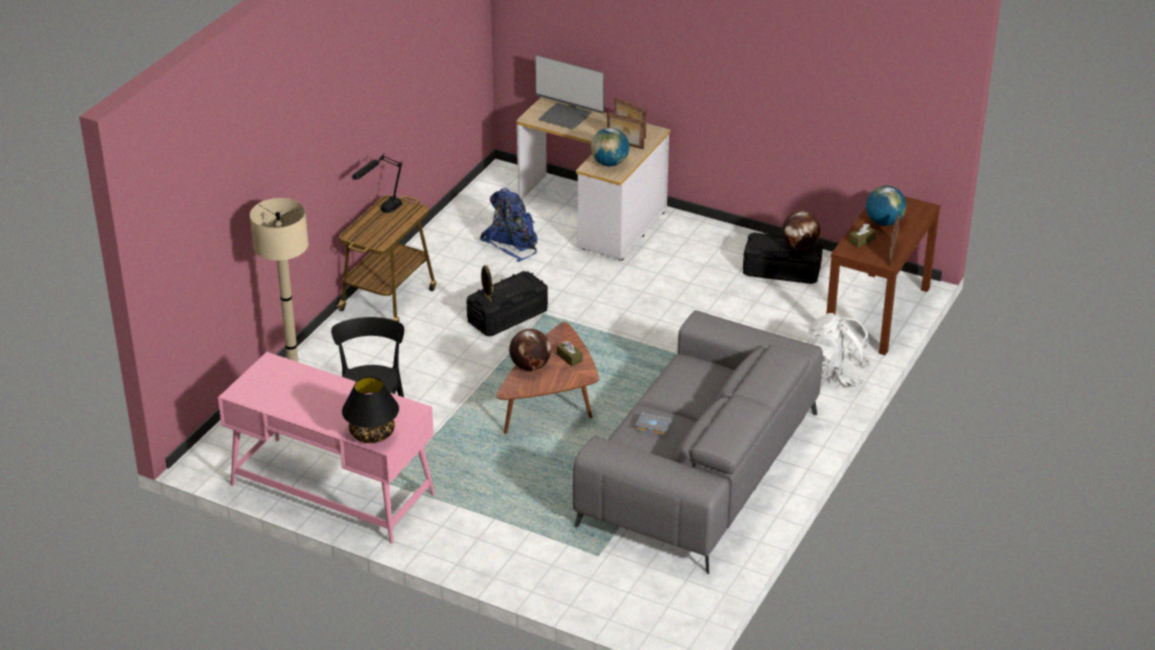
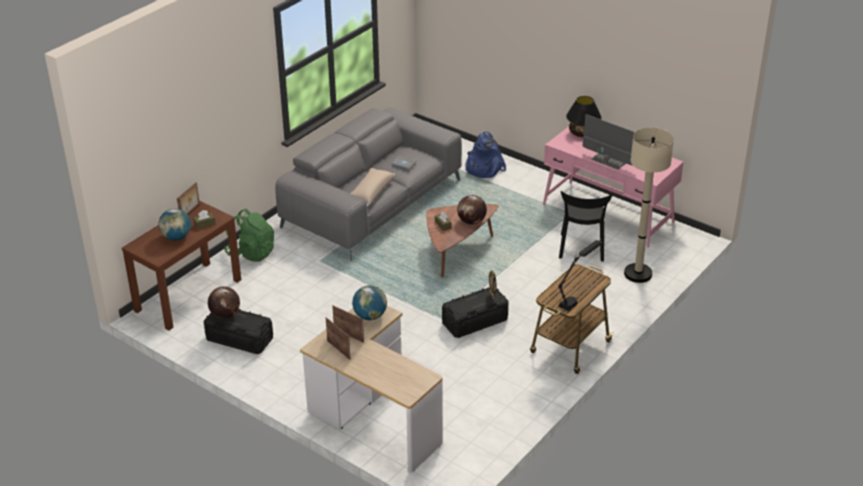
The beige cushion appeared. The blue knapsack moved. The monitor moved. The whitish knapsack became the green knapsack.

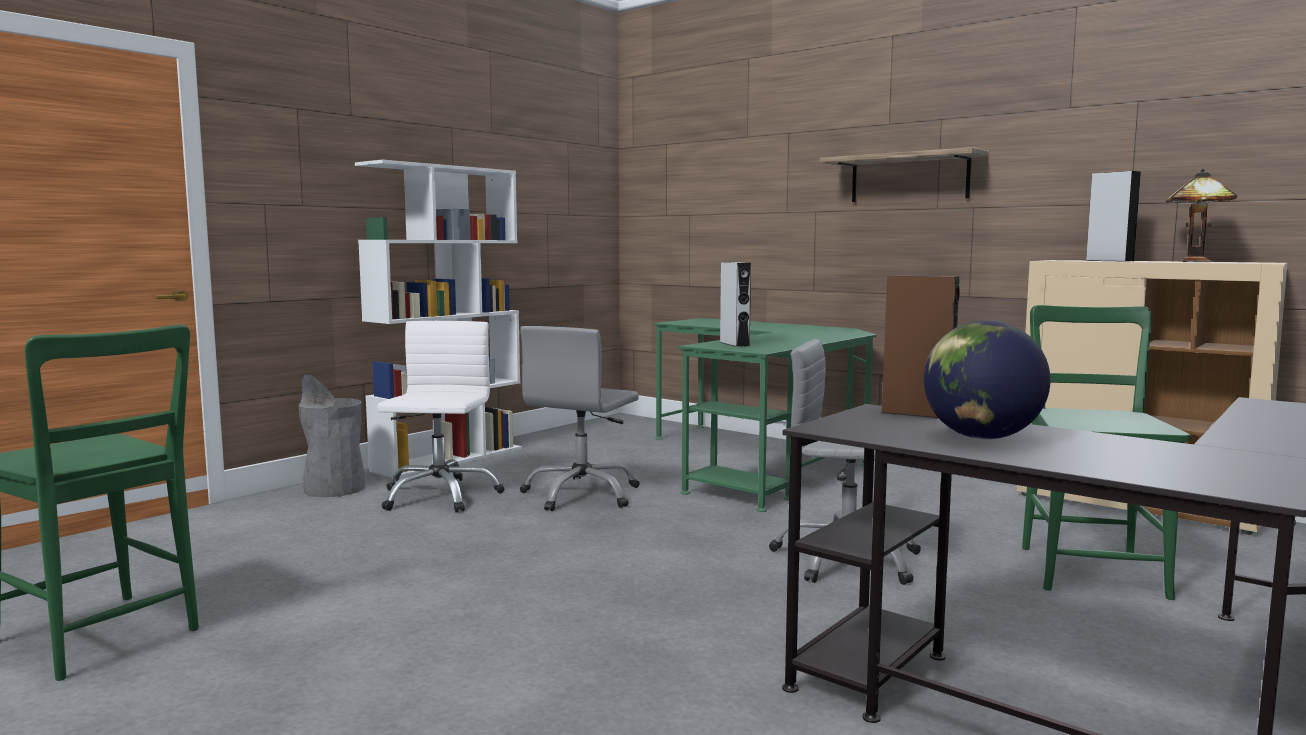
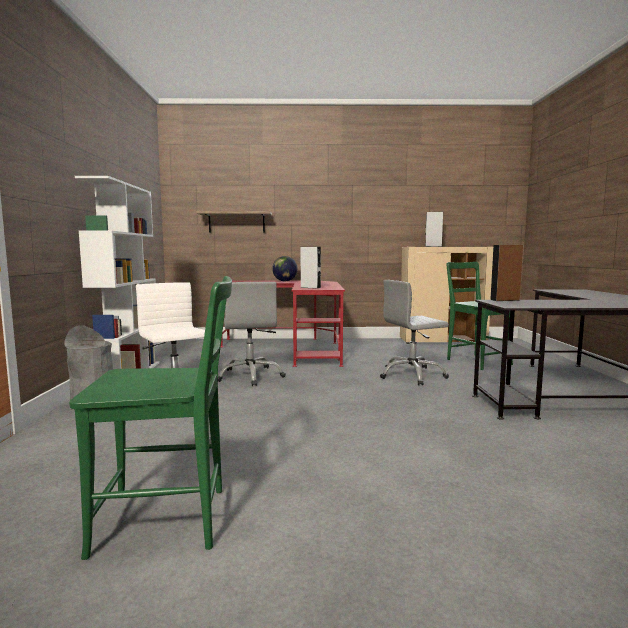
The lamp for a table disappeared. The bracket shelf moved. The desk globe moved. The green desk became the red-coloured desk.

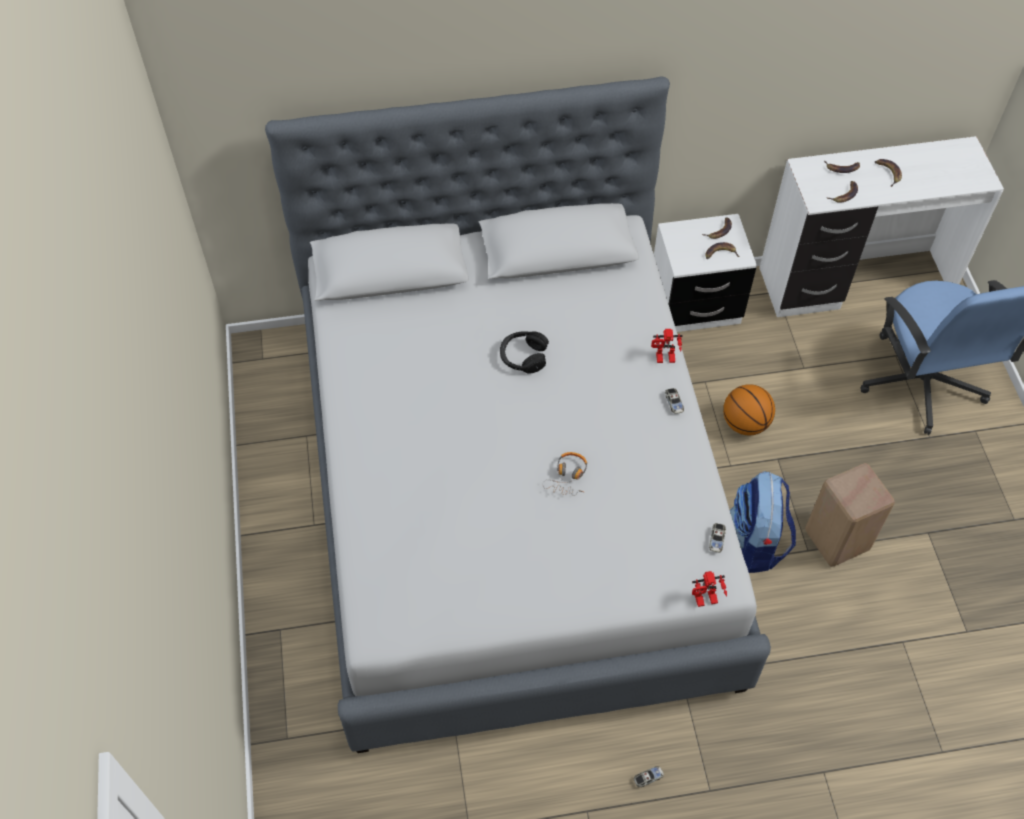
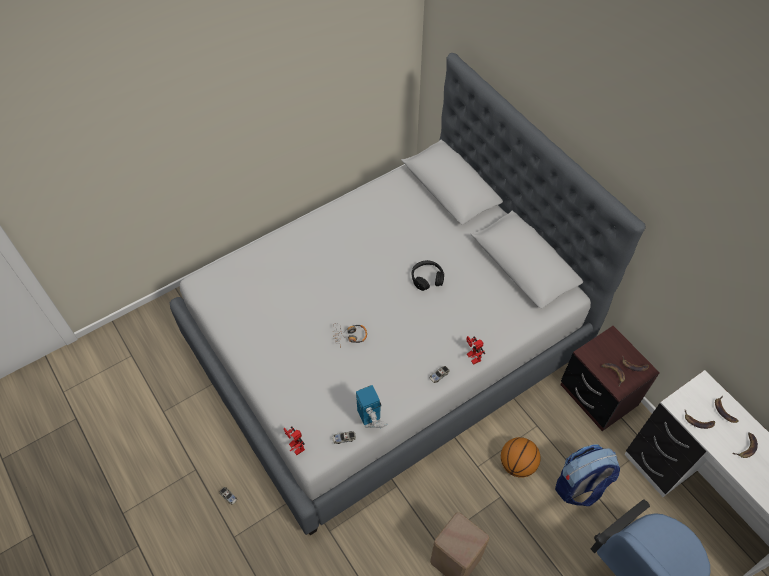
The toy robot (2nd from left) appeared. The knapsack moved. The whitish night table became the brownish night table.

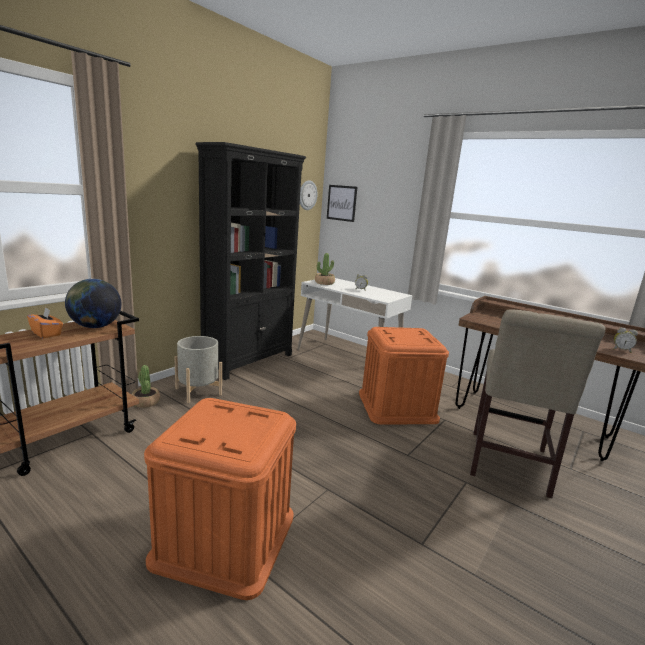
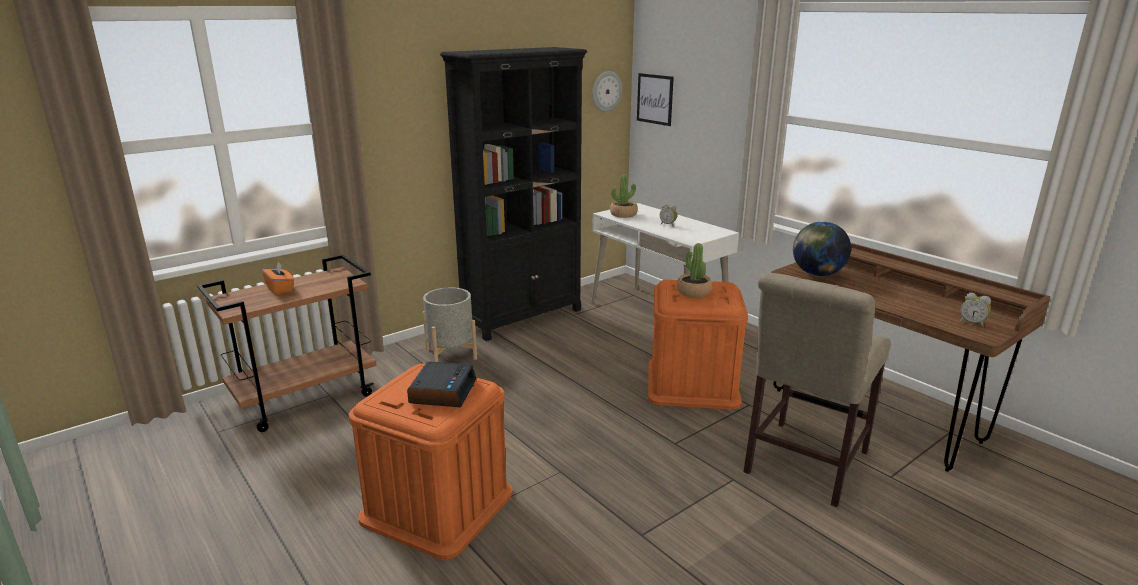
The alarm clock (1st from left) appeared. The desk globe moved. The plant in a pot (1st from left in the first image) moved.

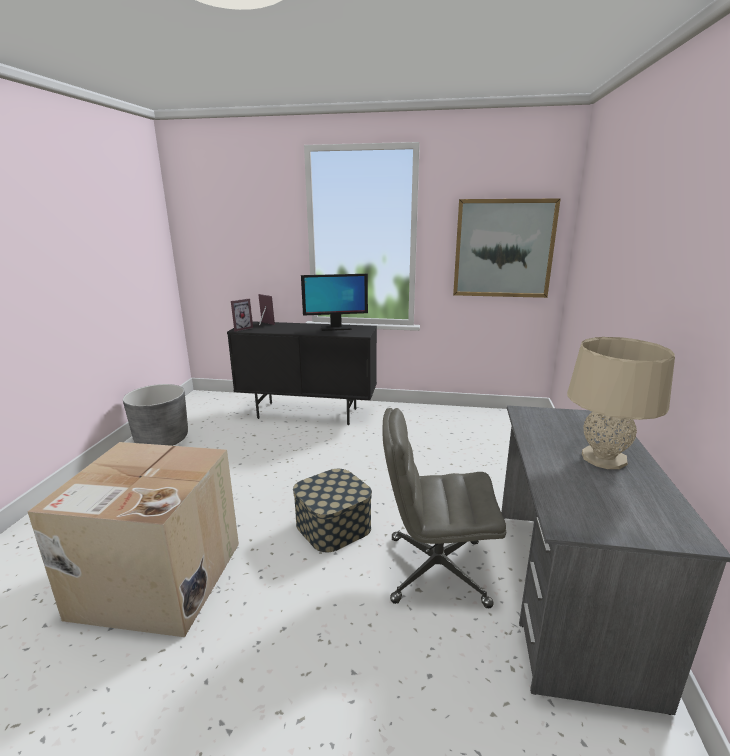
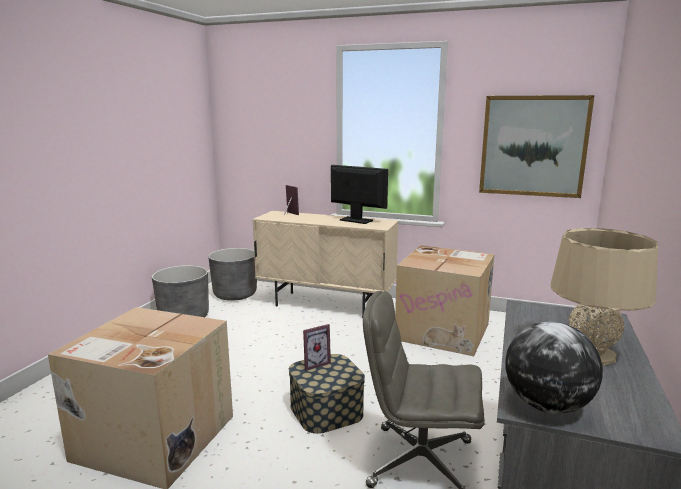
The greyish flower pot (2nd from left) appeared. The cardboard box (2nd from left) appeared. The desk globe appeared. The picture frame (1st from left in the first image) moved. The black-coloured cupboard became the beige cupboard. The monitor turned 150 degrees counterclockwise.

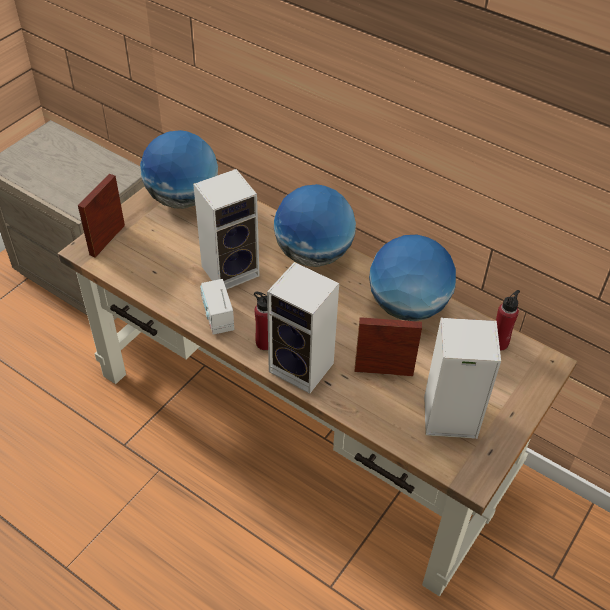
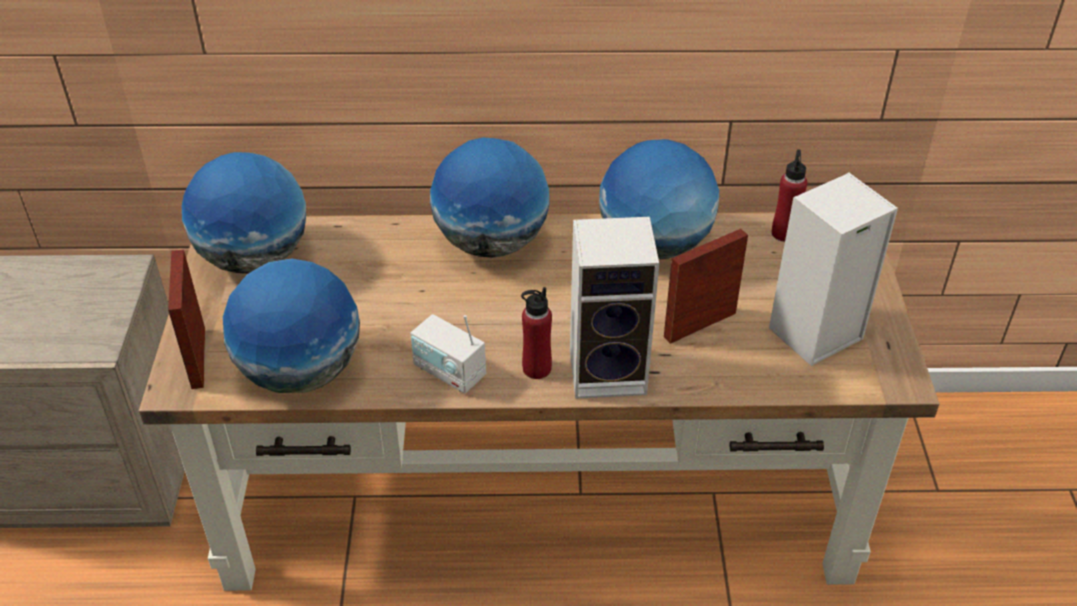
The audio speaker (1st from left) disappeared. The desk globe (2nd from left) appeared.

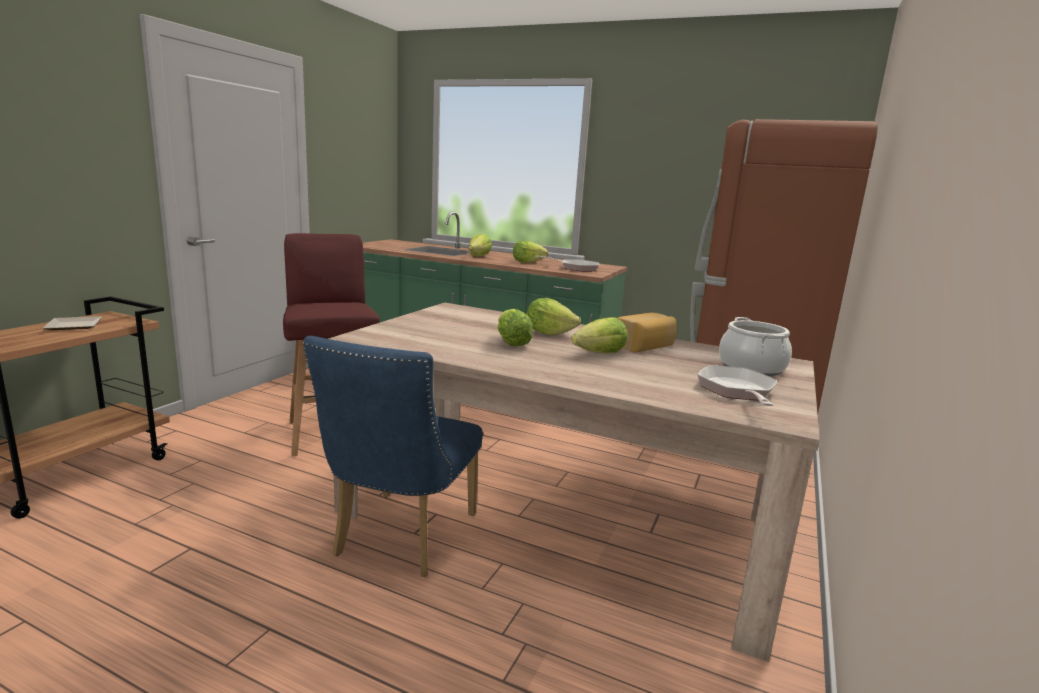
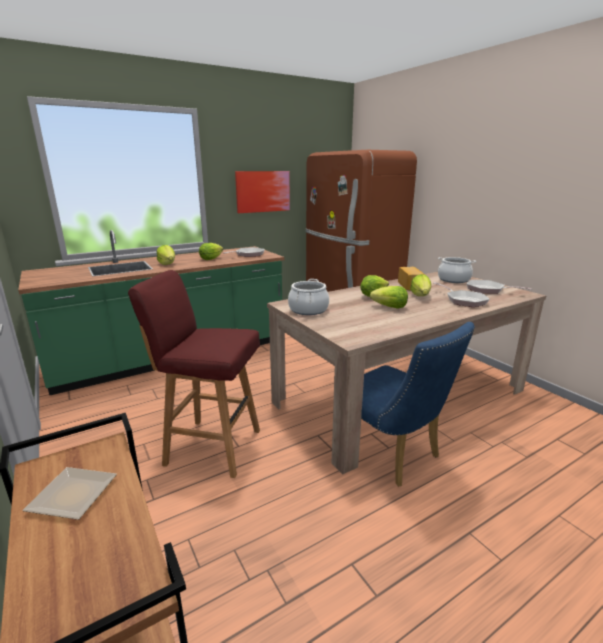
The wall picture appeared. The stockpot (1st from left) appeared. The skillet (2nd from left) appeared.

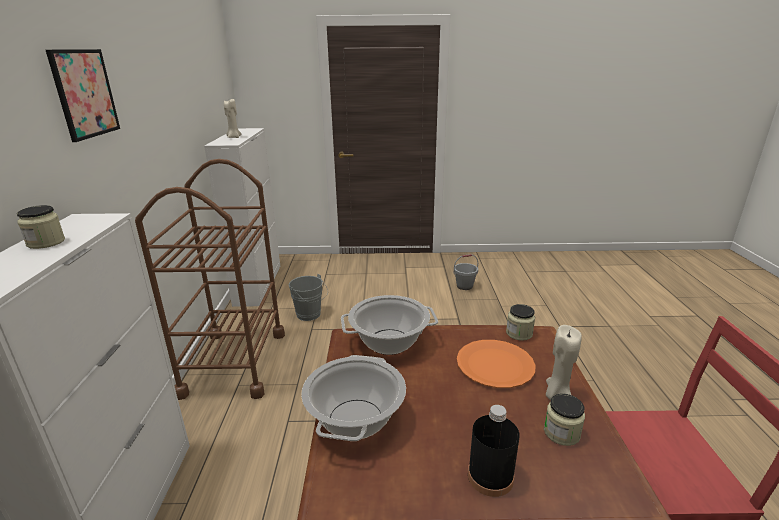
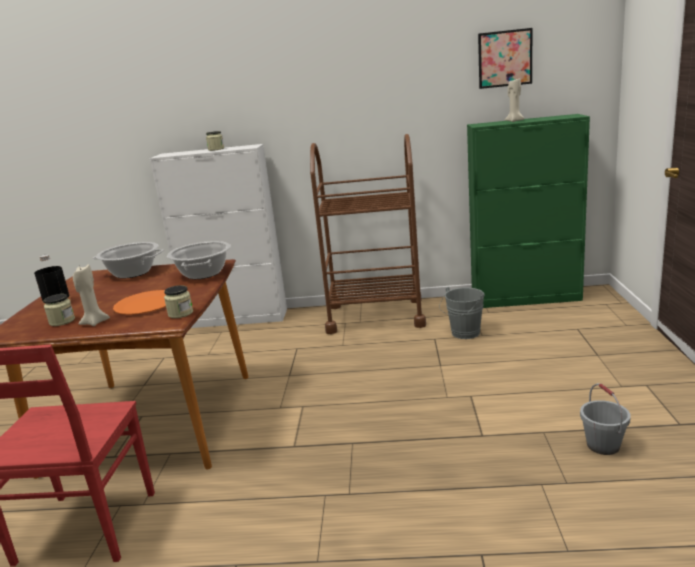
The wall picture moved. The whitish cupboard (2nd from left) became the green cupboard.

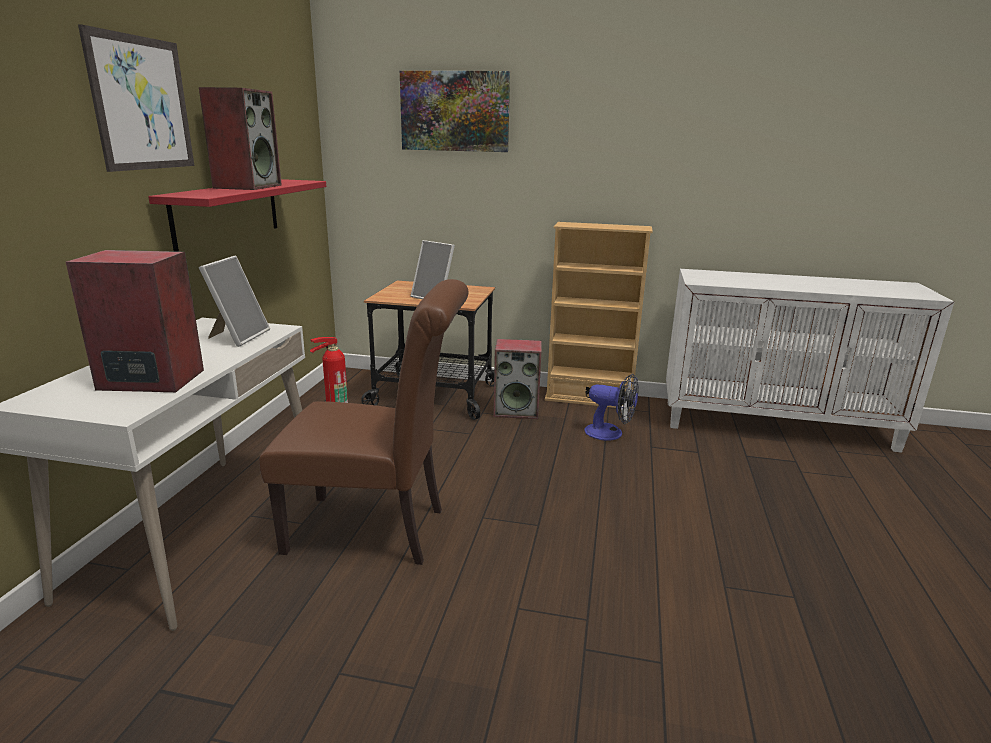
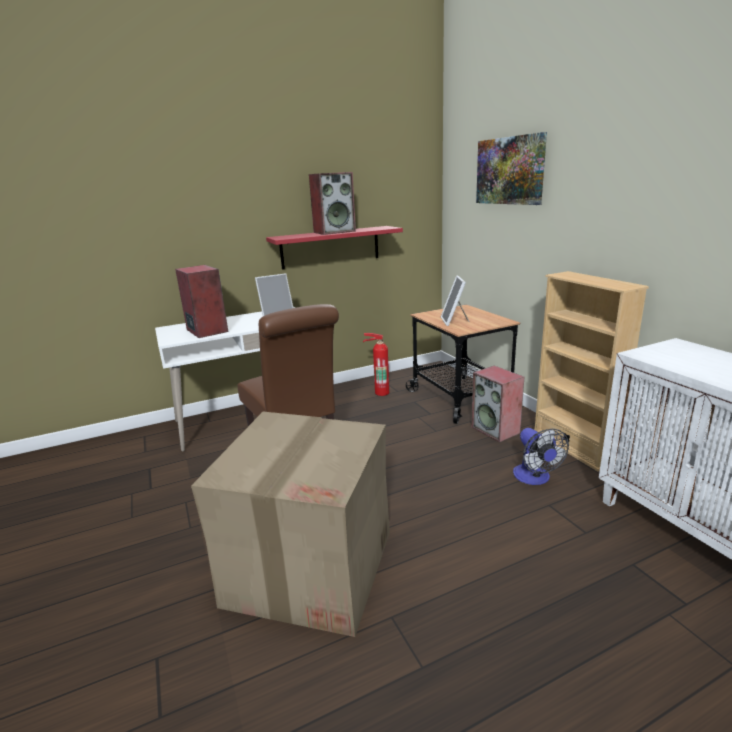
The wall picture (1st from left) disappeared. The cardboard box appeared.

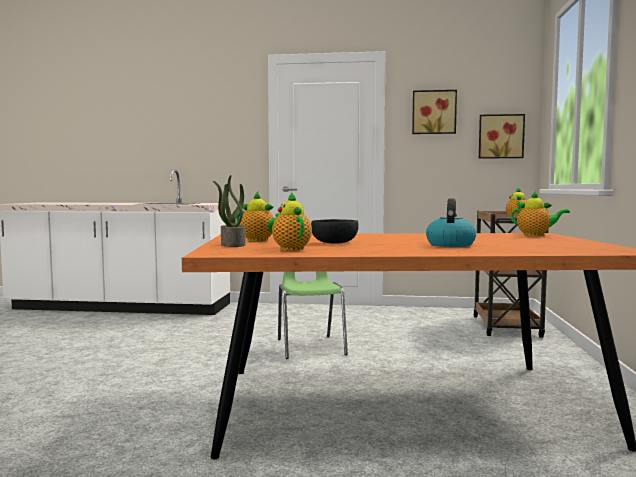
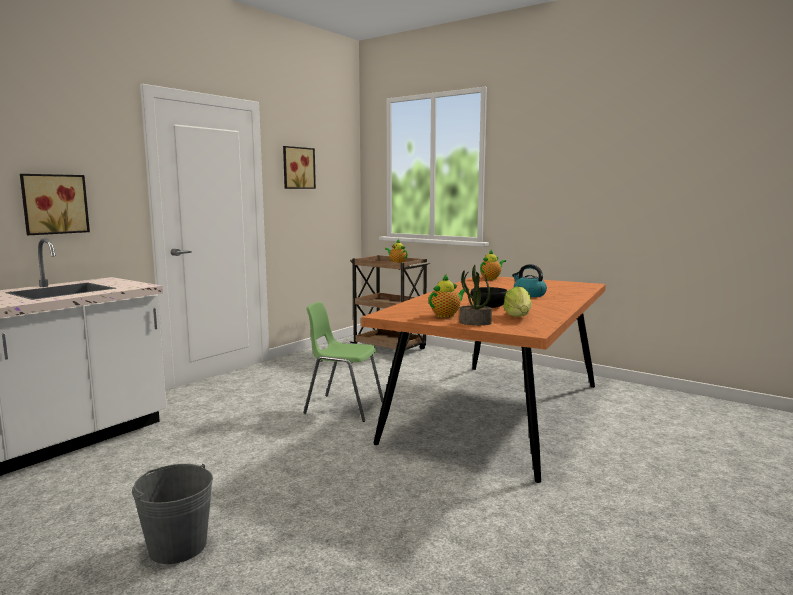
The greyish bucket appeared. The wall picture (2nd from left in the first image) moved. The tea pot (2nd from left) was replaced by the head of lettuce.

